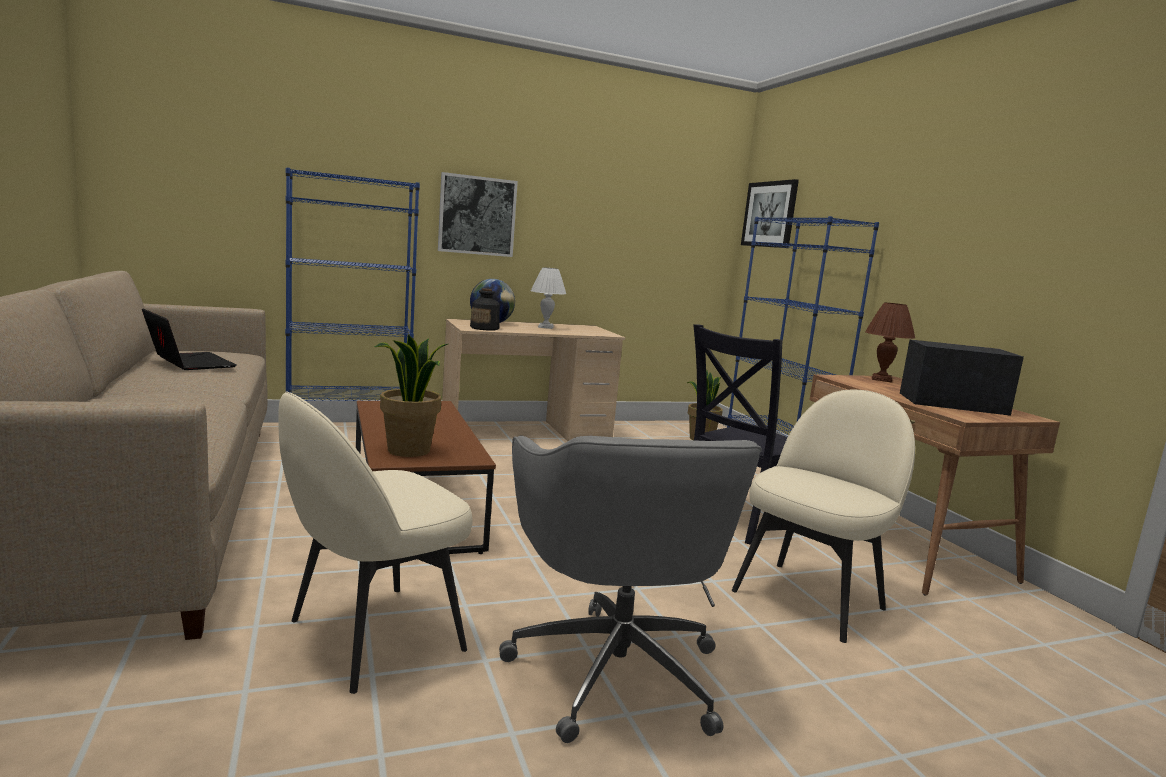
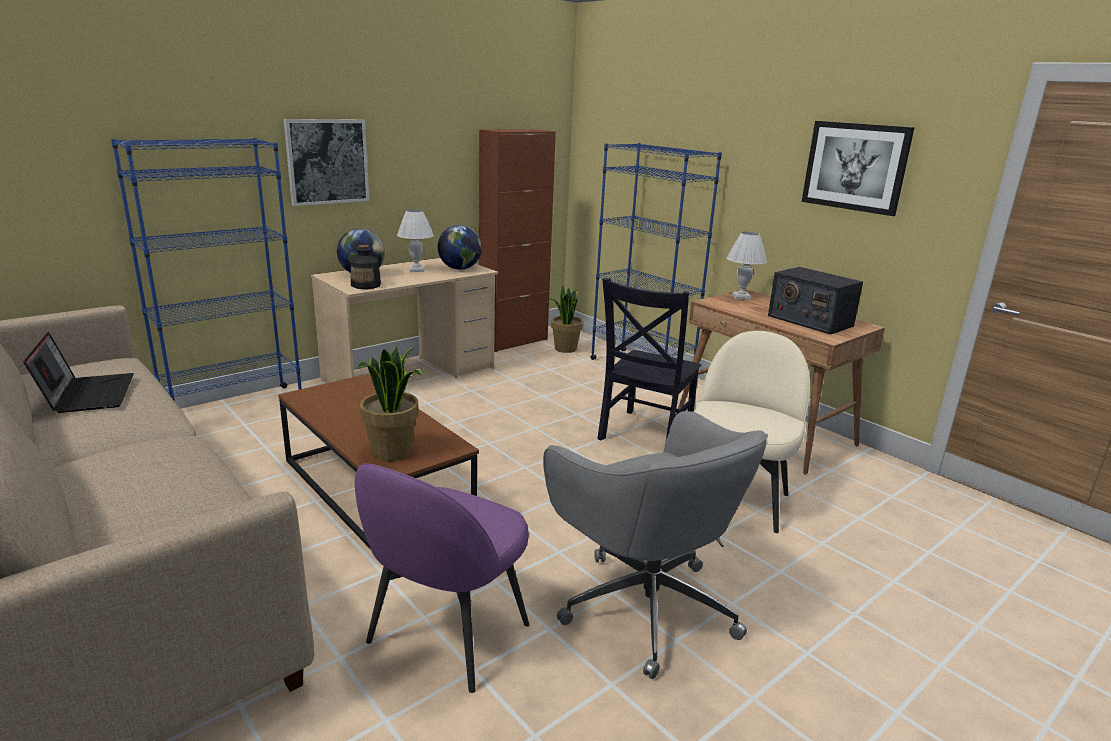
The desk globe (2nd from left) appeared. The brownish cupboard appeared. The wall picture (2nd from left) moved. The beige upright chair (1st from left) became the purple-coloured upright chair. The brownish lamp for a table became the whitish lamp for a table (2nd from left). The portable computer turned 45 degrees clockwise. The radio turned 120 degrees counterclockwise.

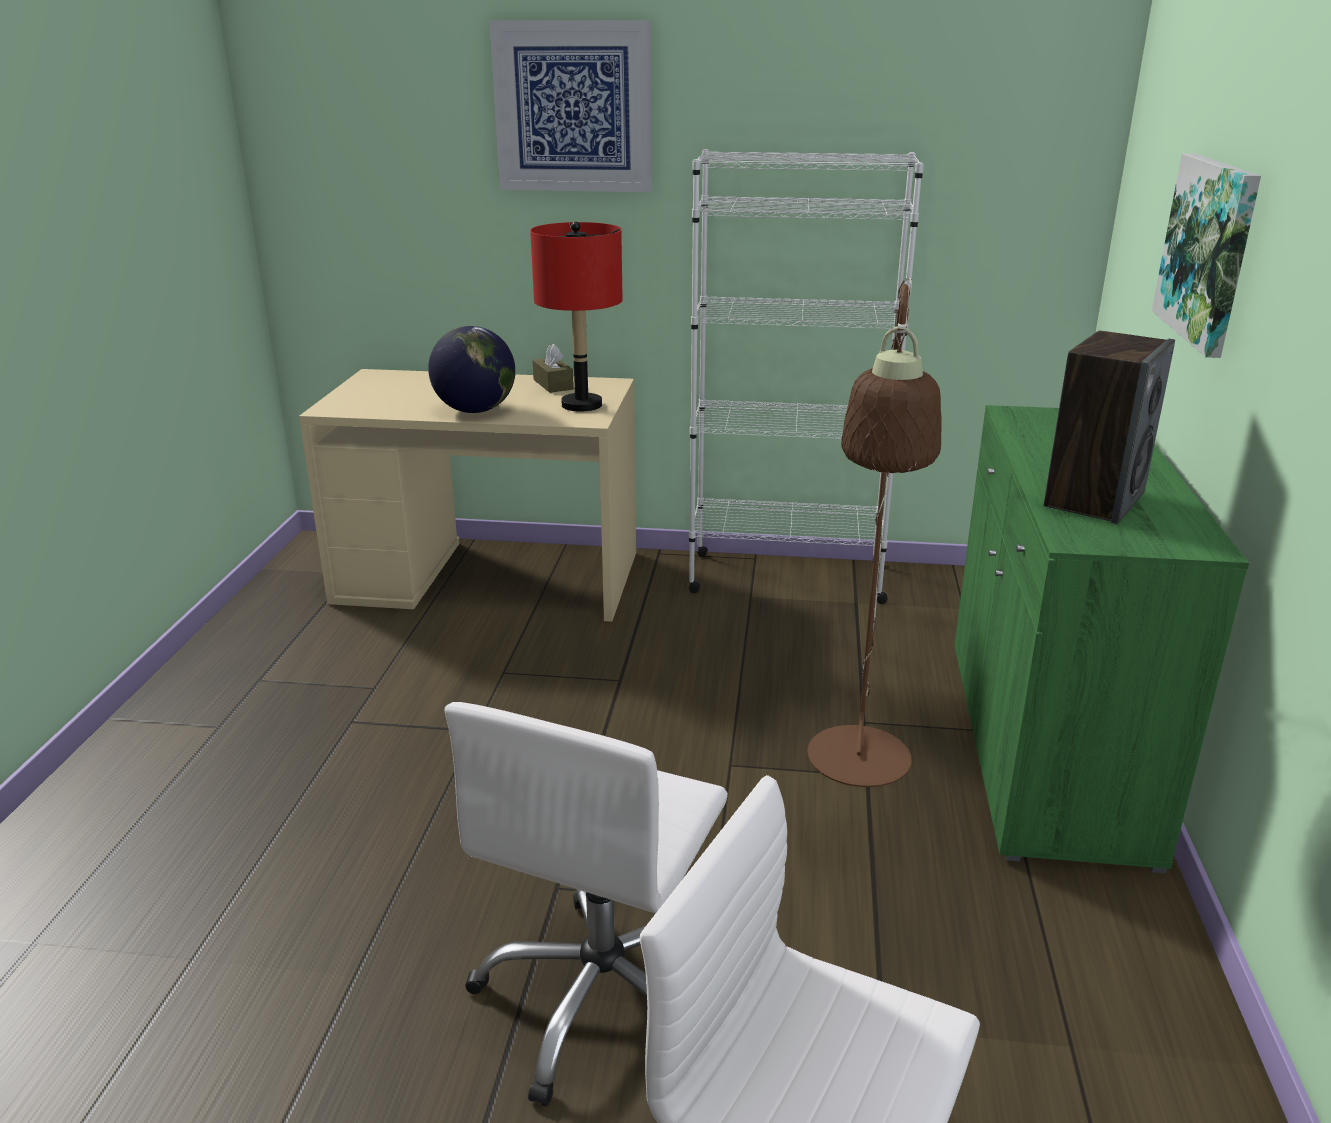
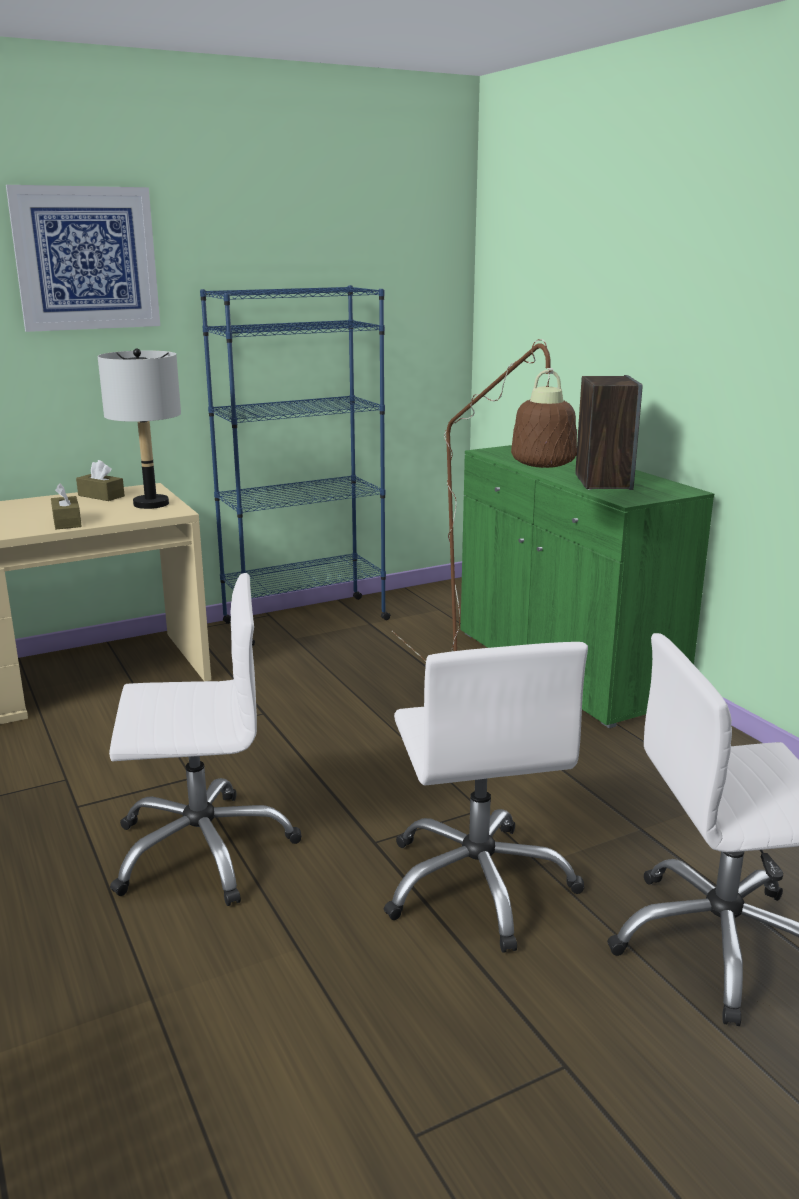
The wall picture (2nd from left) disappeared. The whitish office chair (1st from left) appeared. The desk globe was replaced by the brownish tissue holder (1st from left). The red-coloured lamp for a table became the greyish lamp for a table. The whitish bookcase became the blue bookcase.

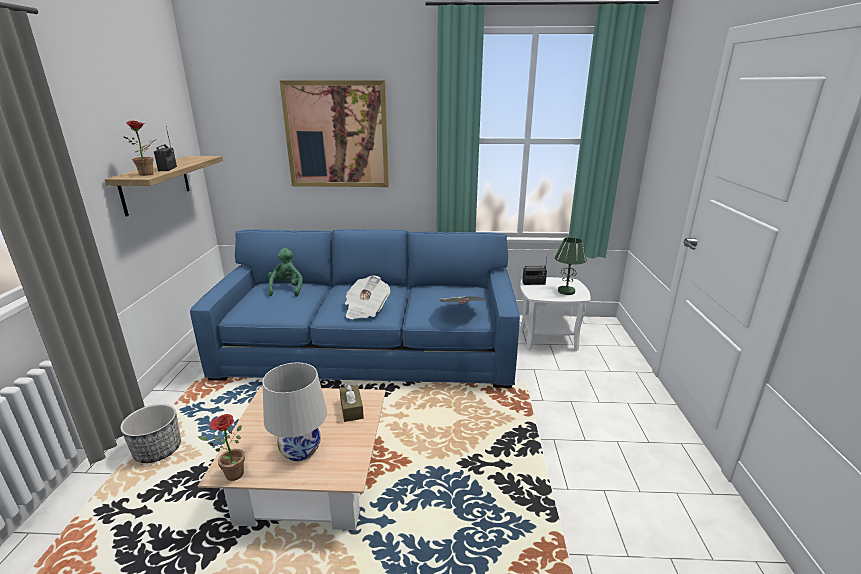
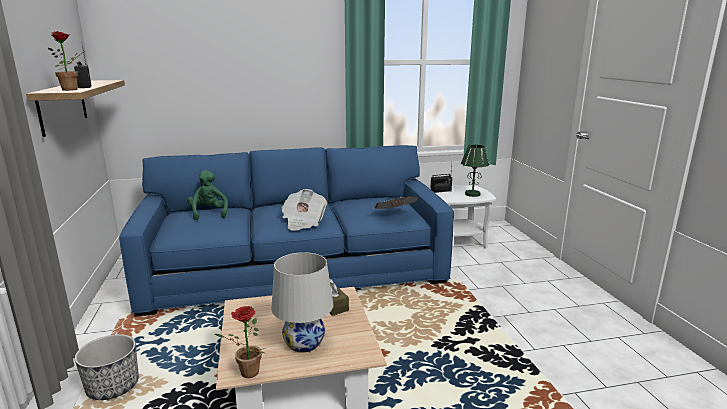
The wall picture disappeared.

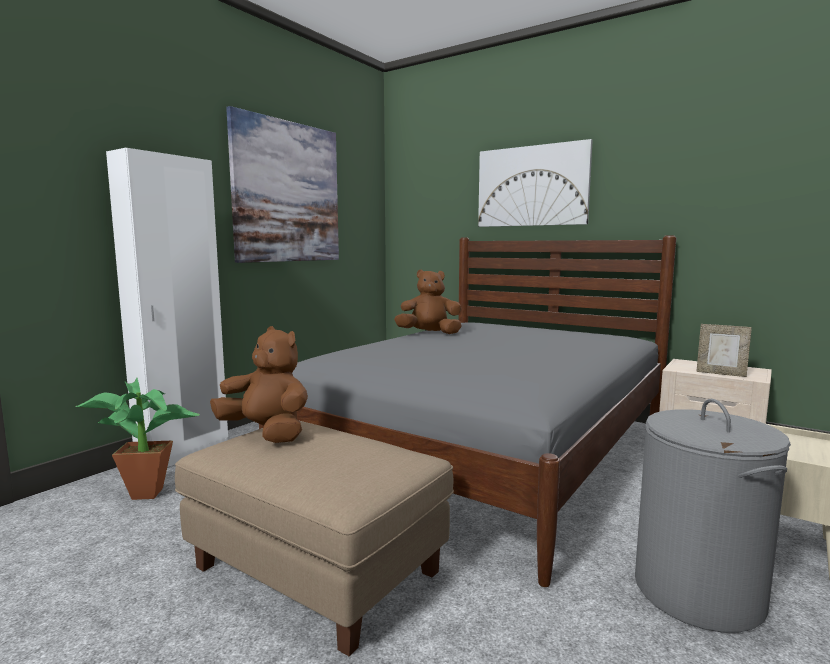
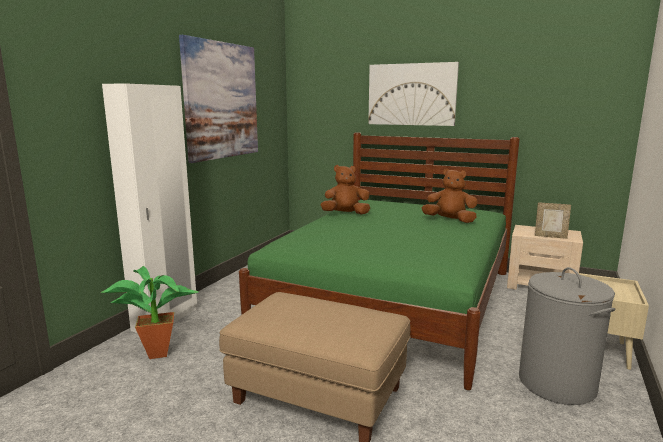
The brownish cuddly toy (1st from left in the first image) moved. The greyish bed became the green bed.

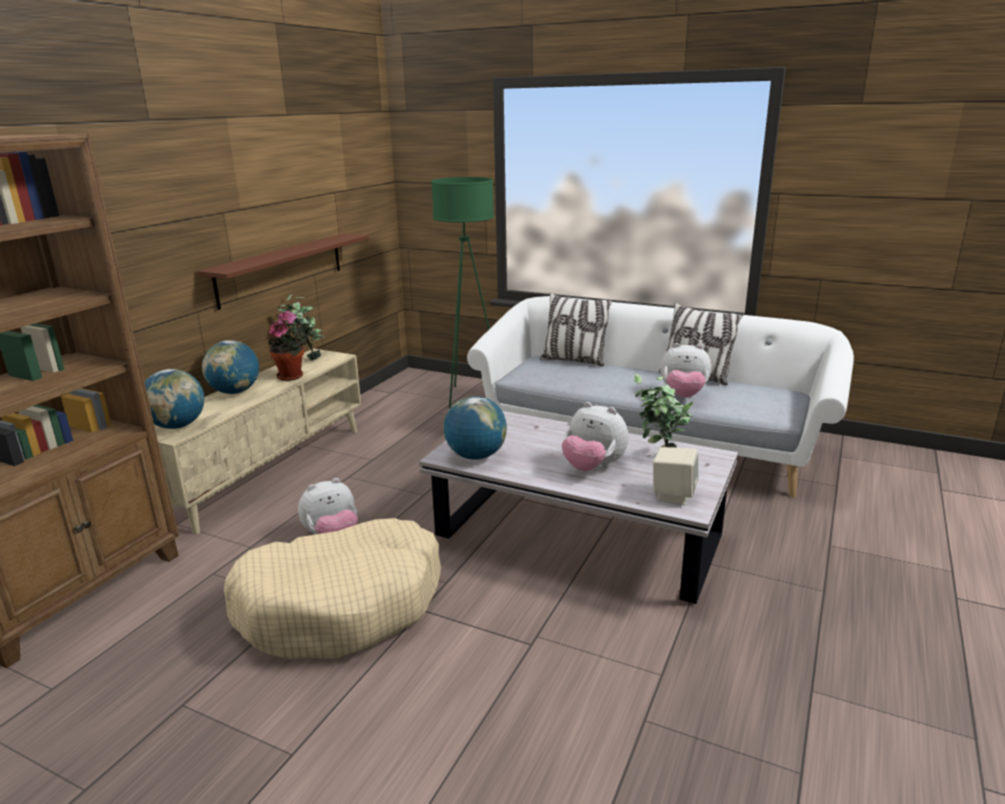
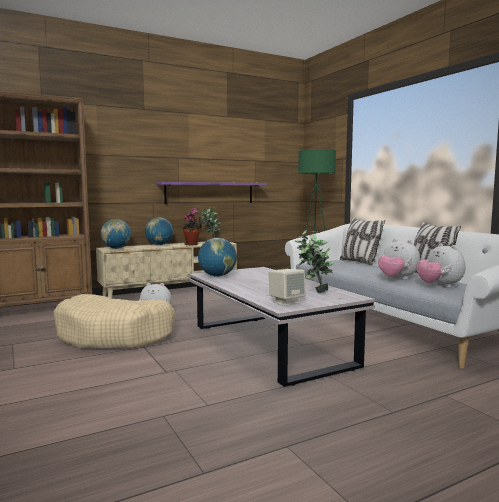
The cuddly toy (2nd from left in the first image) moved. The brownish bracket shelf became the purple-coloured bracket shelf.

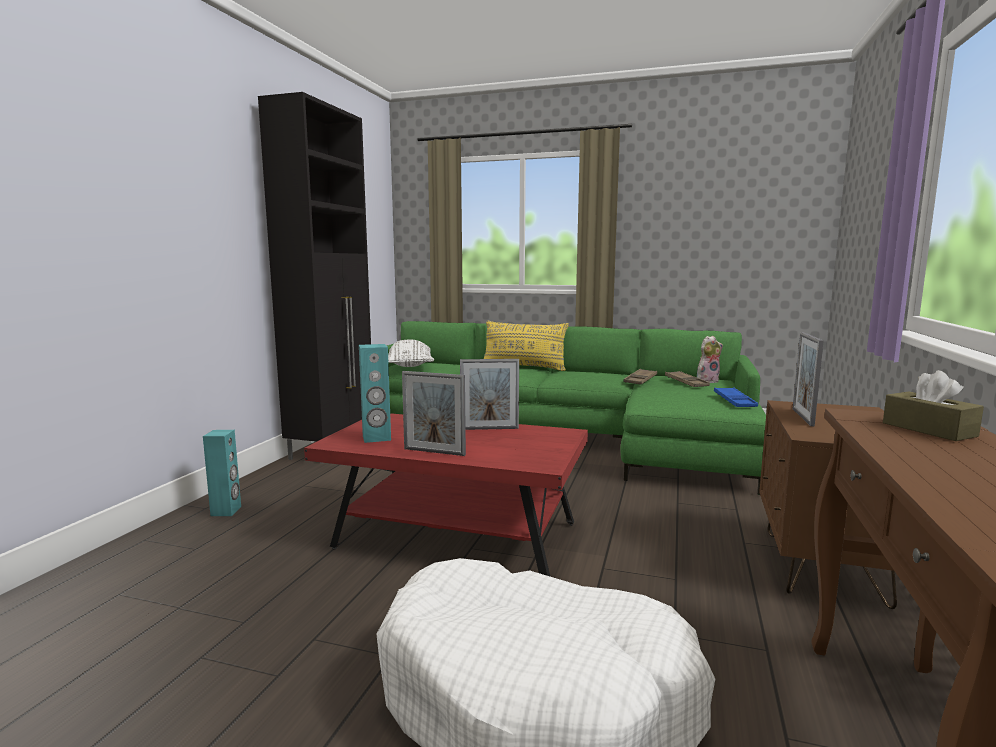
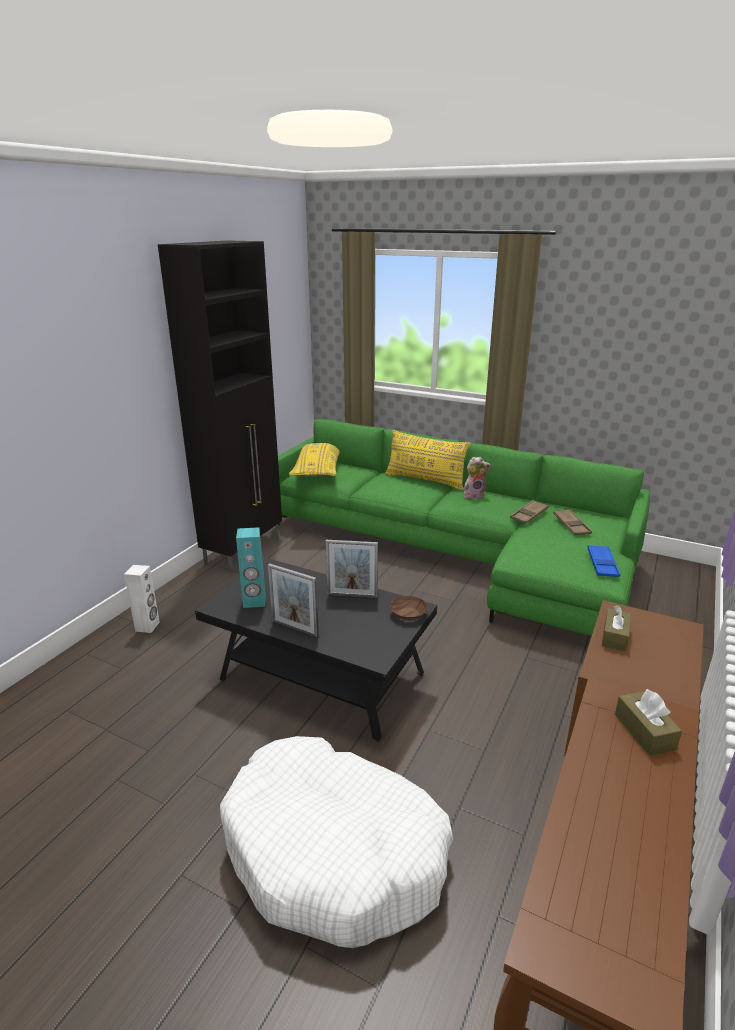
The brownish bowl appeared. The cuddly toy moved. The picture frame (3rd from left) was replaced by the brownish tissue holder (1st from left). The turquoise audio speaker (1st from left) became the whitish audio speaker. The red-coloured coffee table became the black-coloured coffee table. The whitish cushion became the yellow cushion (1st from left).

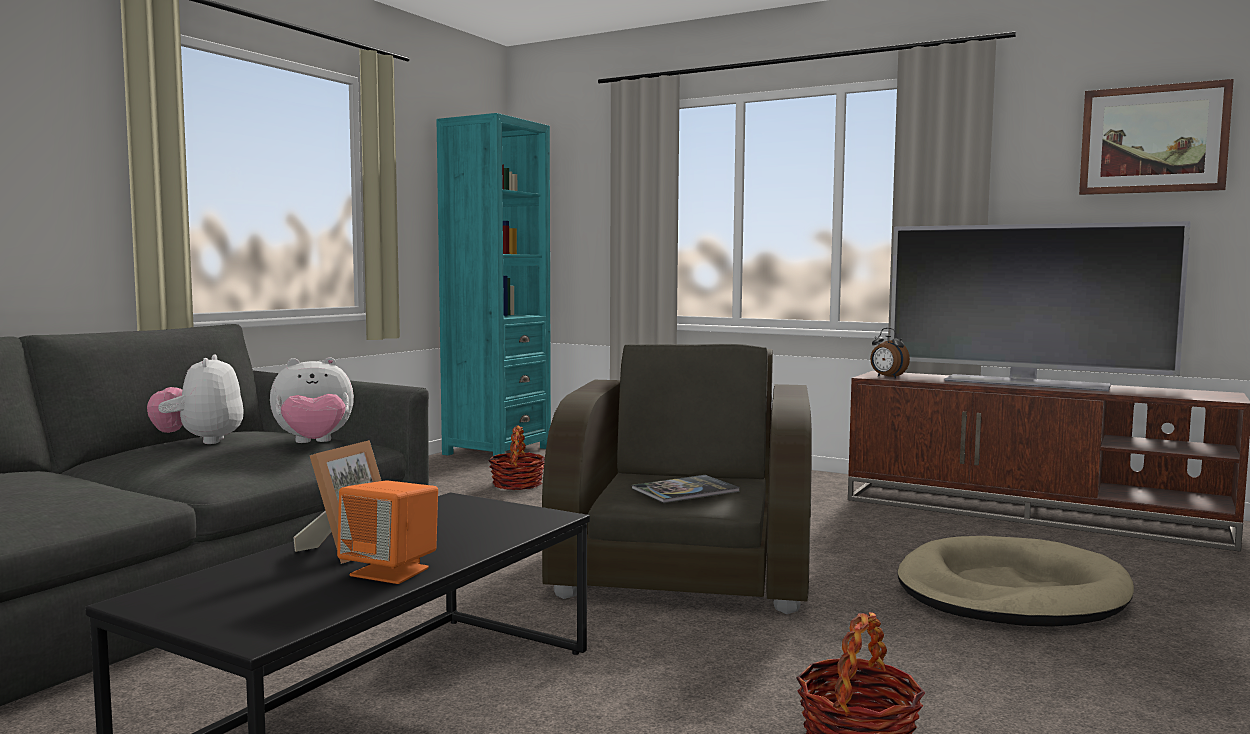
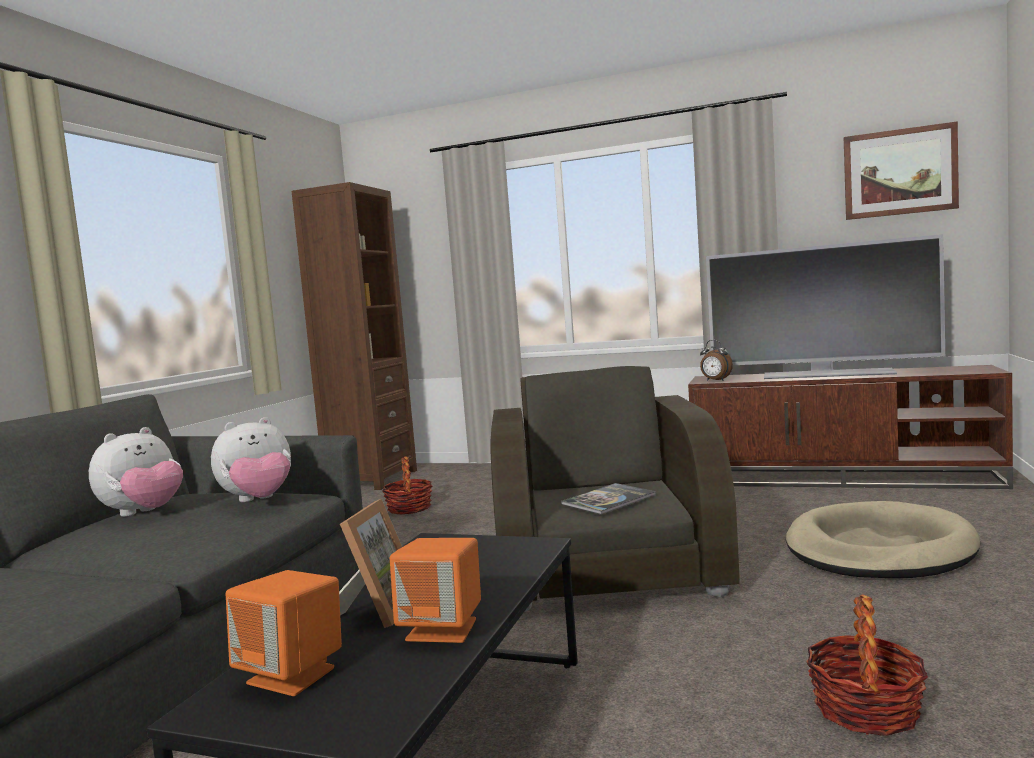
The orange audio speaker (1st from left) appeared. The turquoise bookcase became the brownish bookcase. The cuddly toy (1st from left) turned 120 degrees counterclockwise.

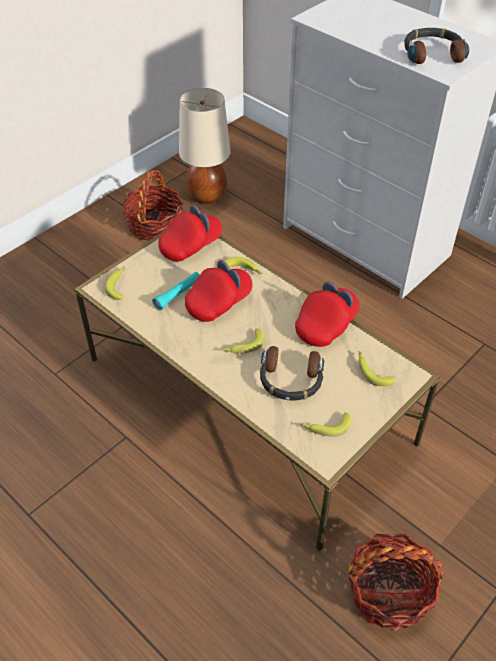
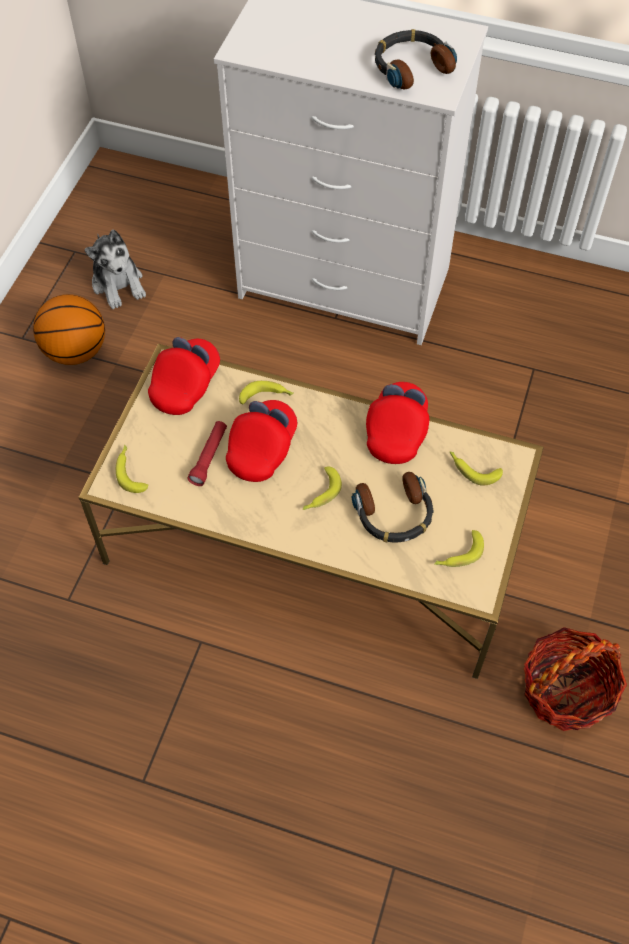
The storage basket (1st from left) was replaced by the basketball ball. The beige lamp for a table was replaced by the cuddly toy. The turquoise hand torch became the red-coloured hand torch.

